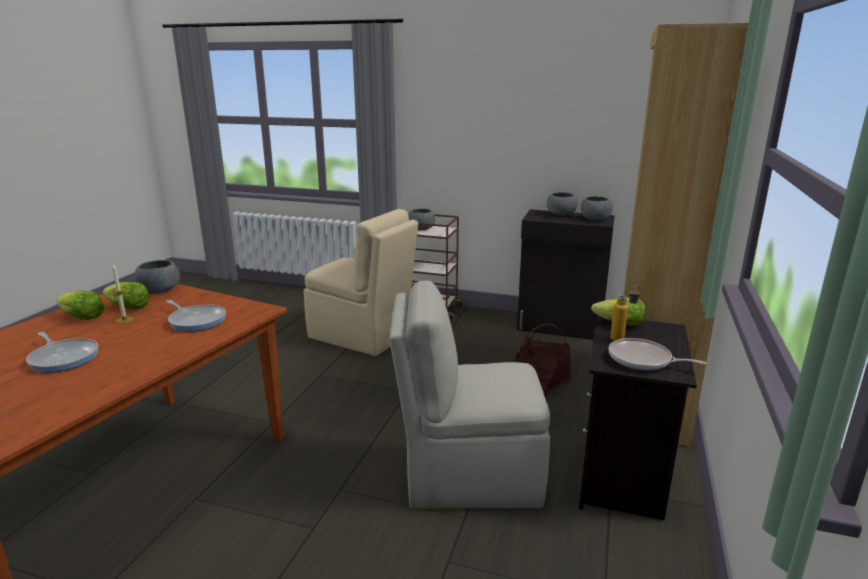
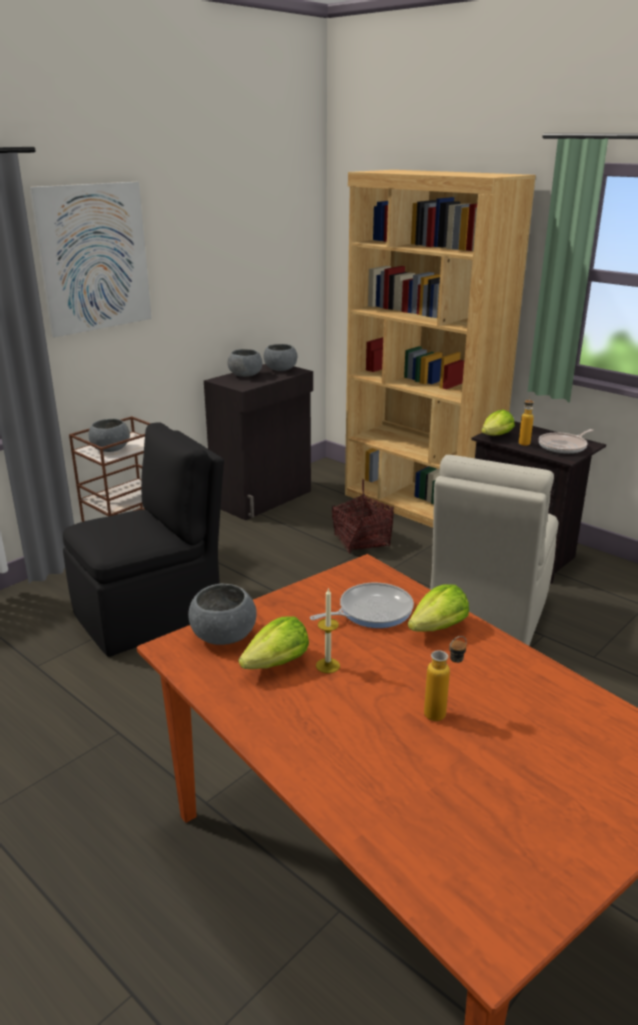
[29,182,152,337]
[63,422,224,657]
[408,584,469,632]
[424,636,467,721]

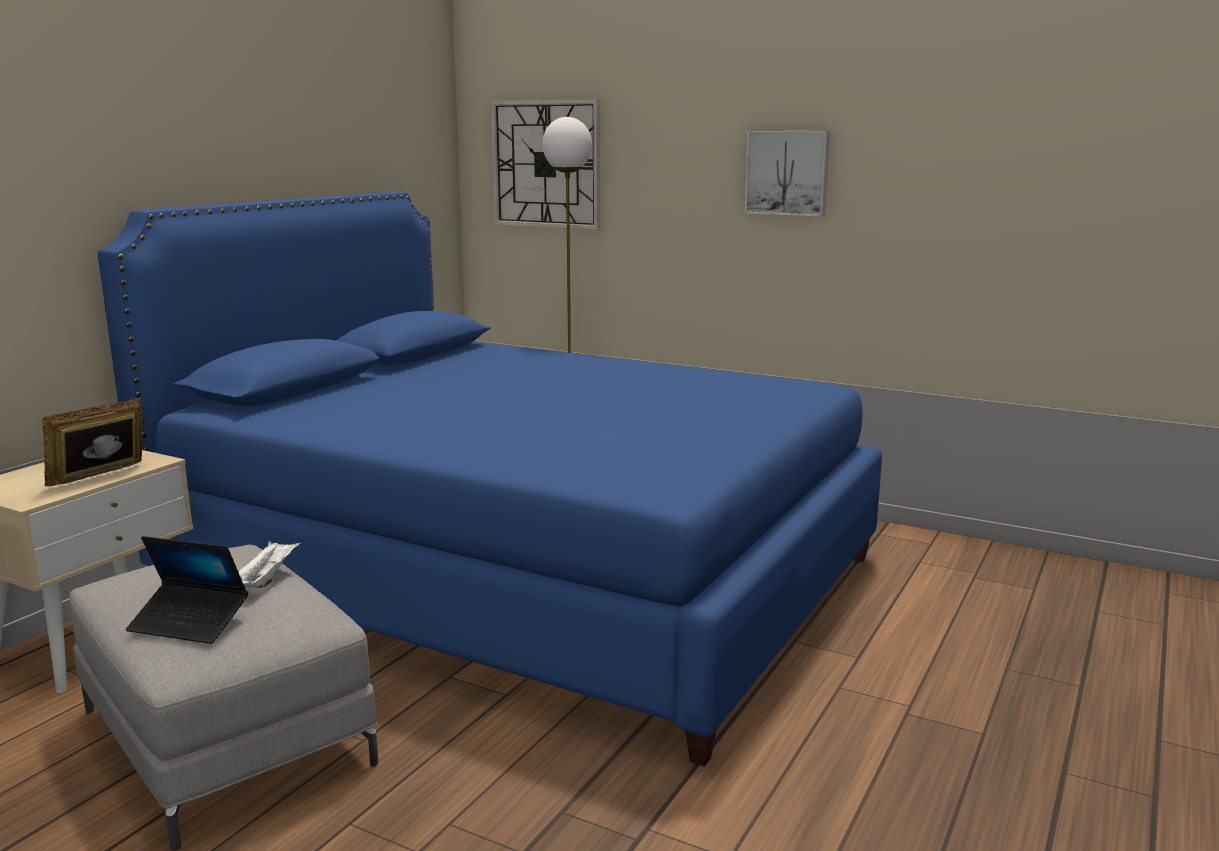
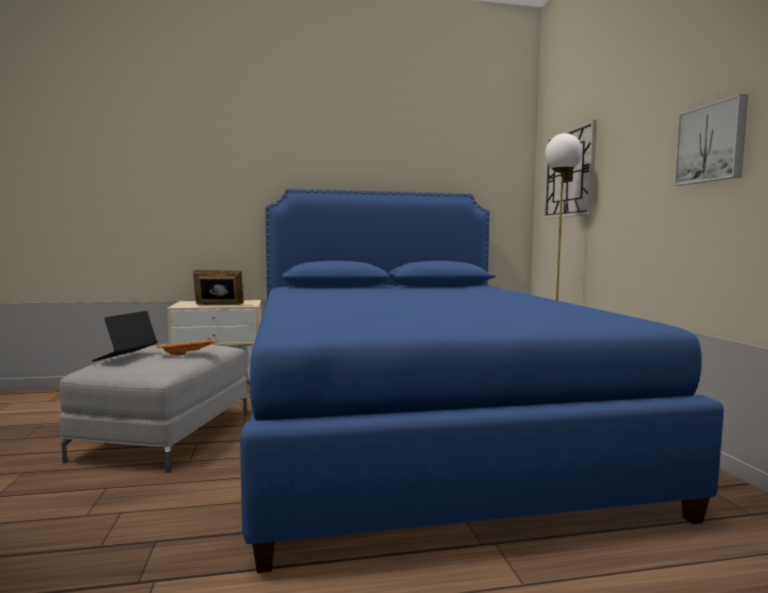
[92,311,157,361]
[156,338,217,355]

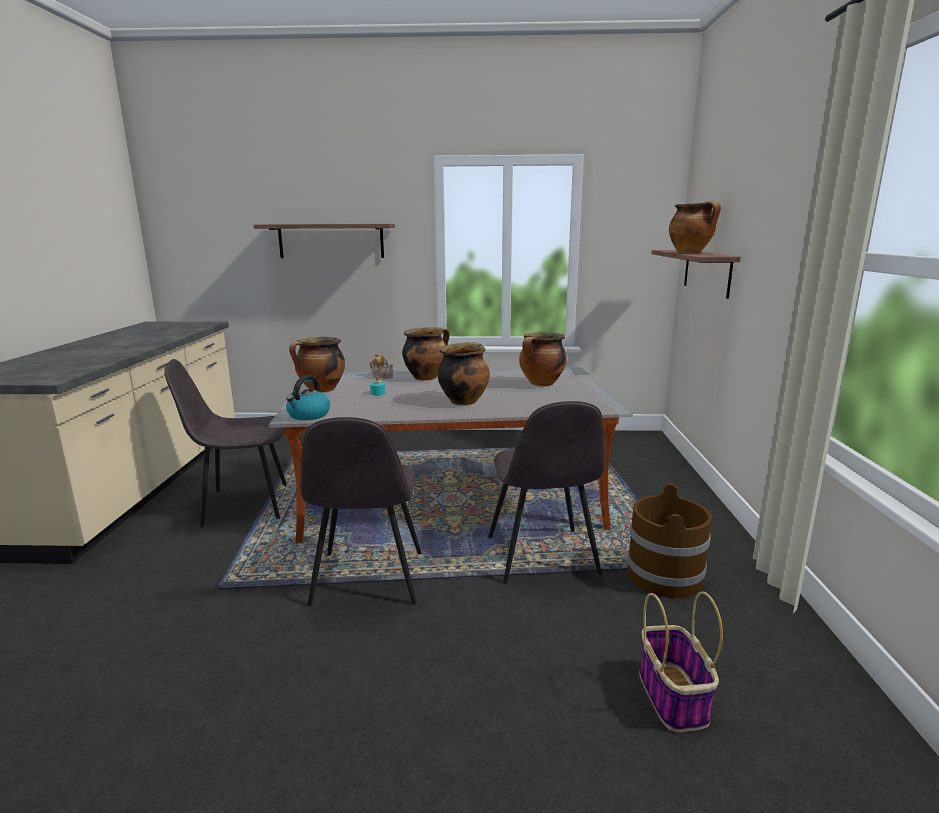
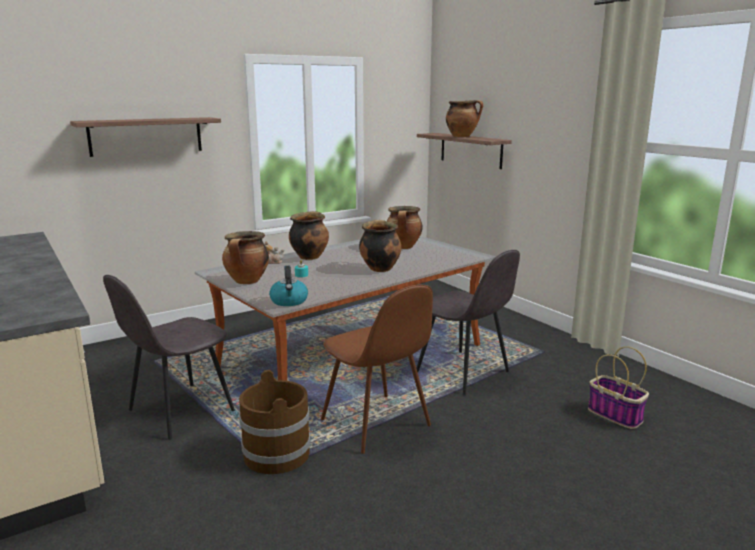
[239,370,310,474]
[321,285,433,454]

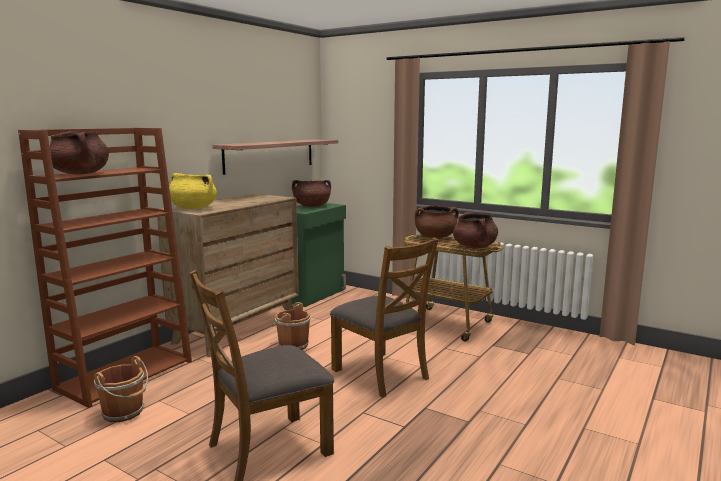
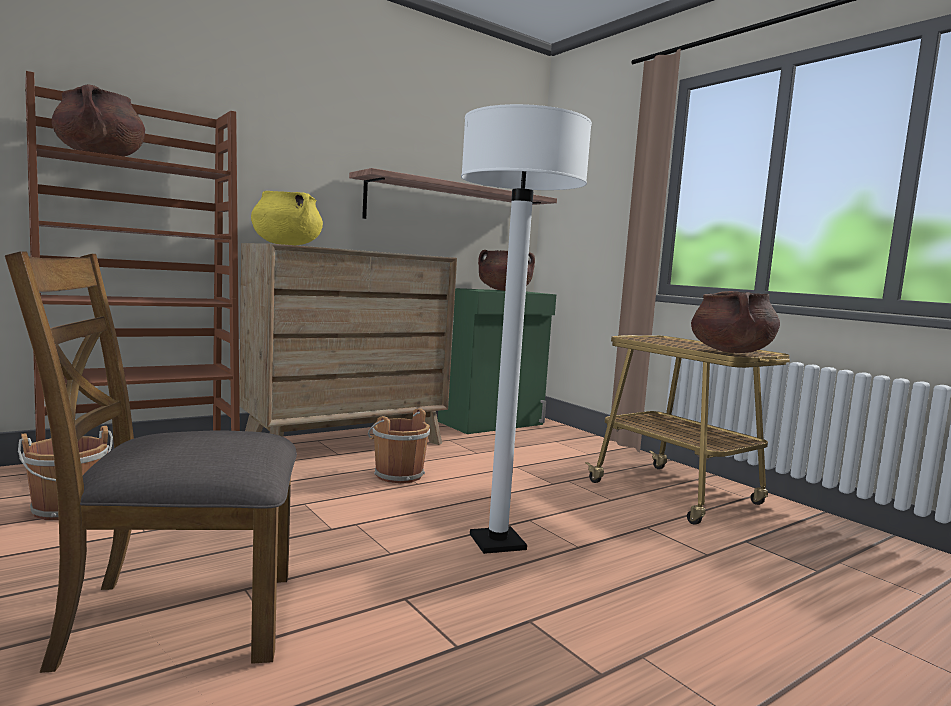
[461,104,592,554]
[415,205,459,238] (first image)

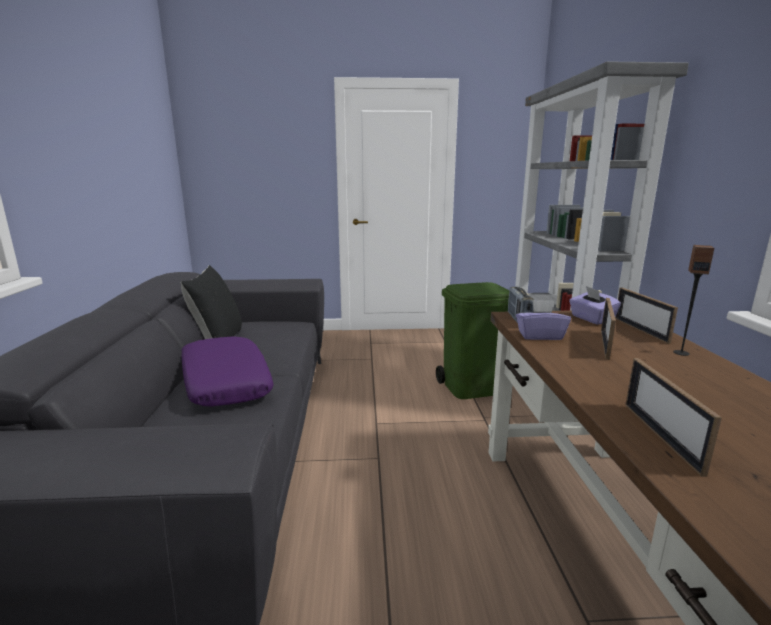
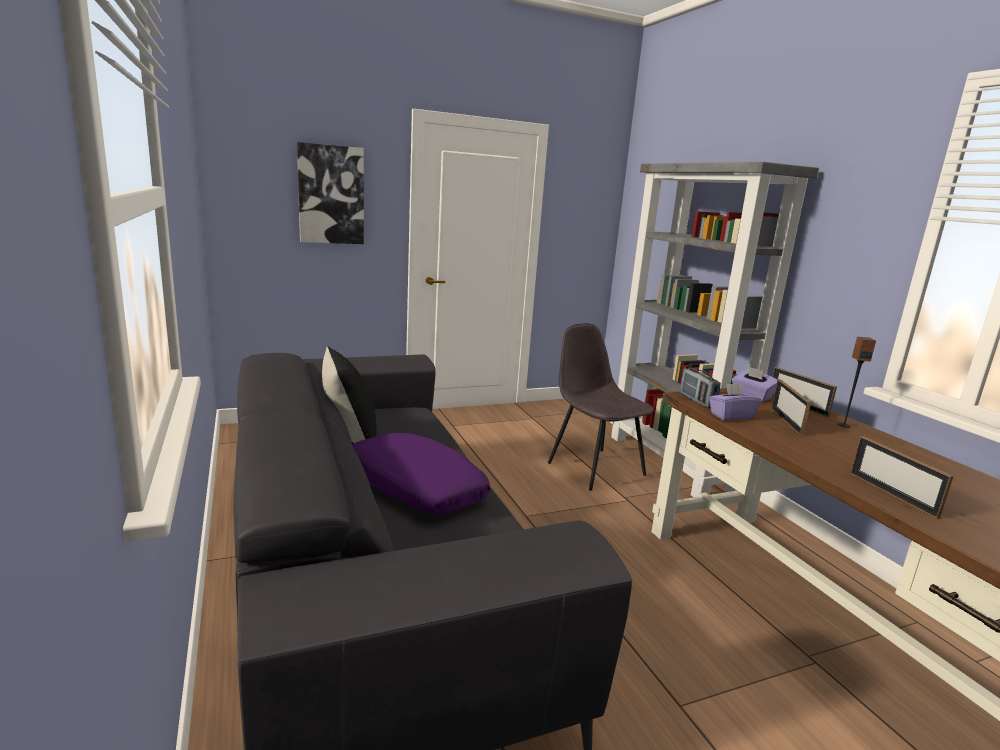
[297,142,364,244]
[548,323,654,491]

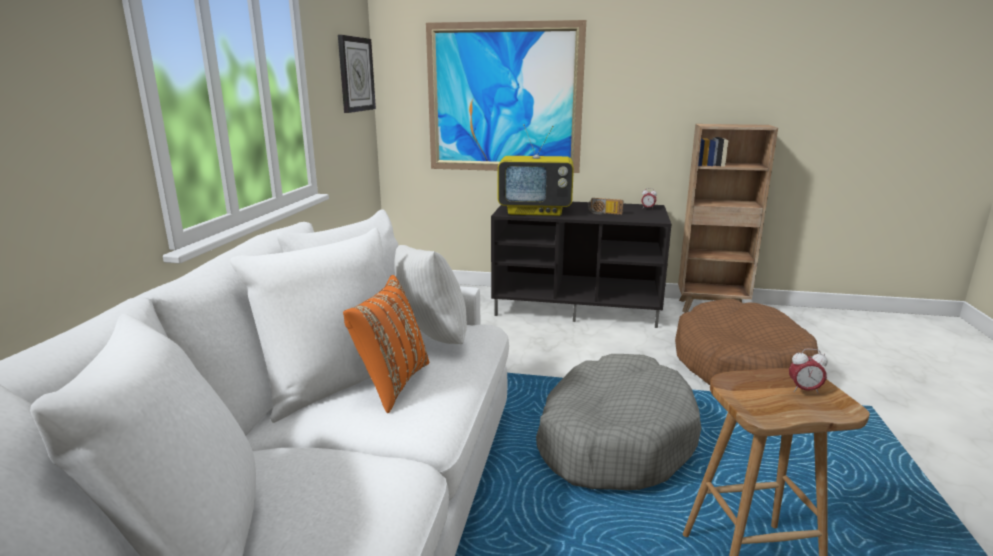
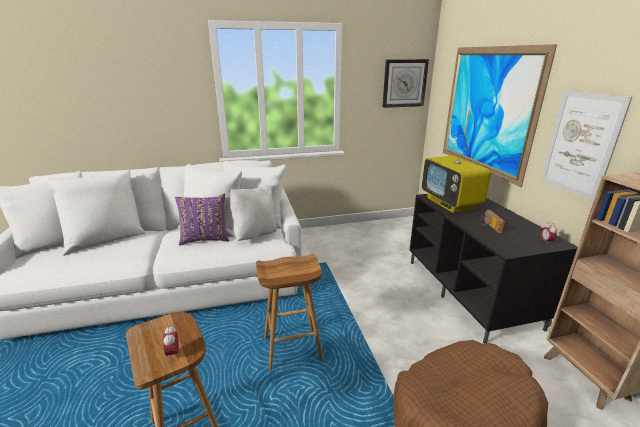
[175,194,229,245]
[256,254,323,371]
[540,90,632,201]

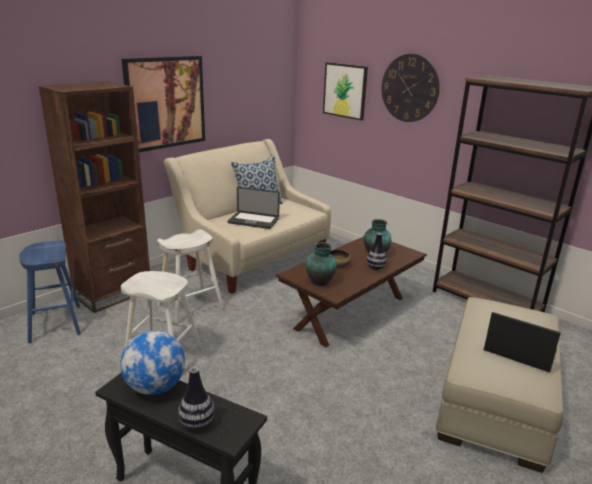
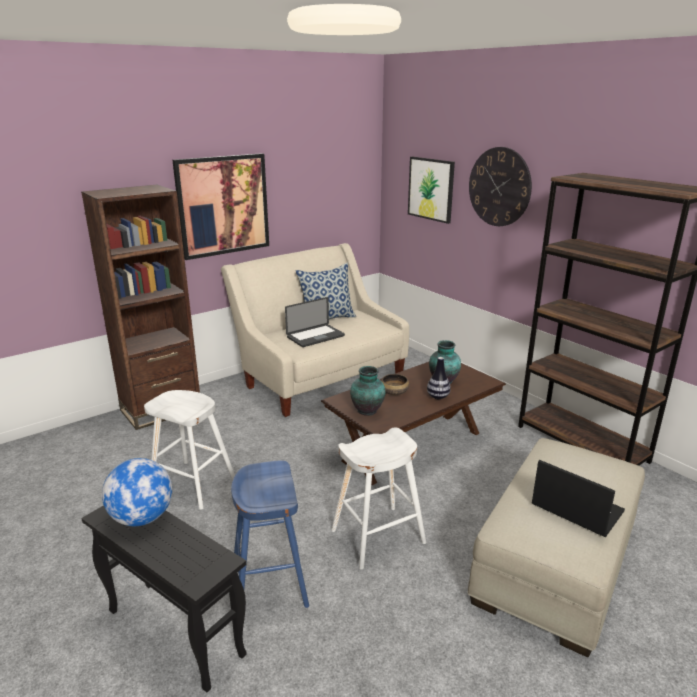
[231,460,309,608]
[285,297,345,347]
[331,427,427,570]
[178,367,215,429] (first image)

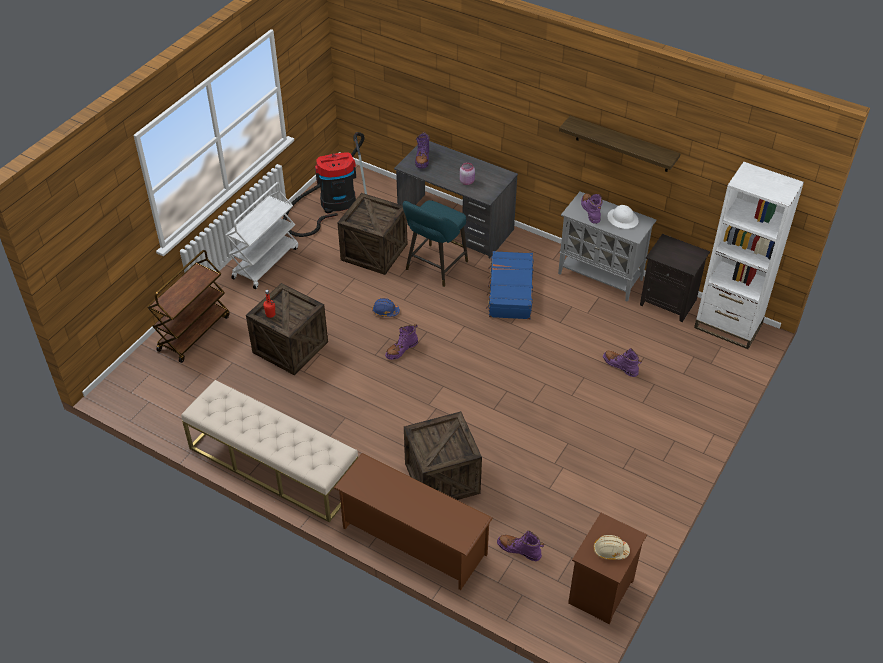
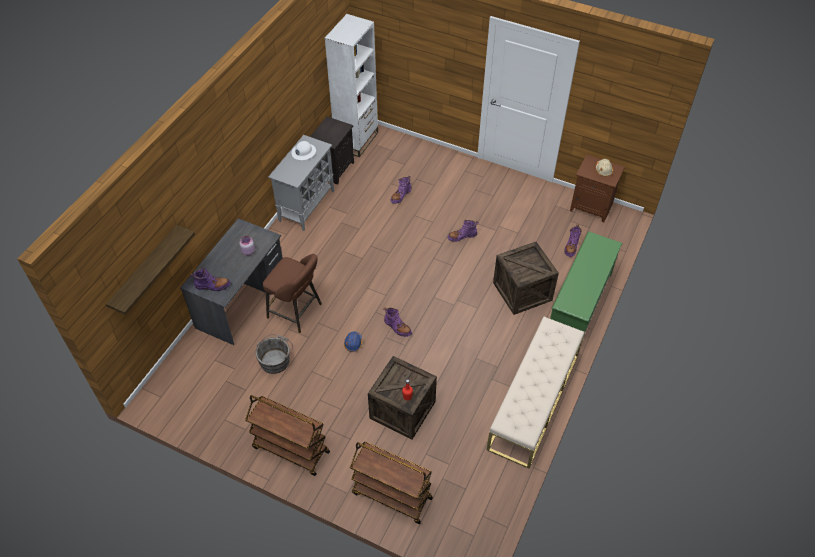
[106,225,195,315]
[245,395,330,476]
[255,334,293,374]
[263,254,322,333]
[447,220,479,242]
[550,231,622,345]
[283,132,367,237] (first image)
[486,251,534,319] (first image)

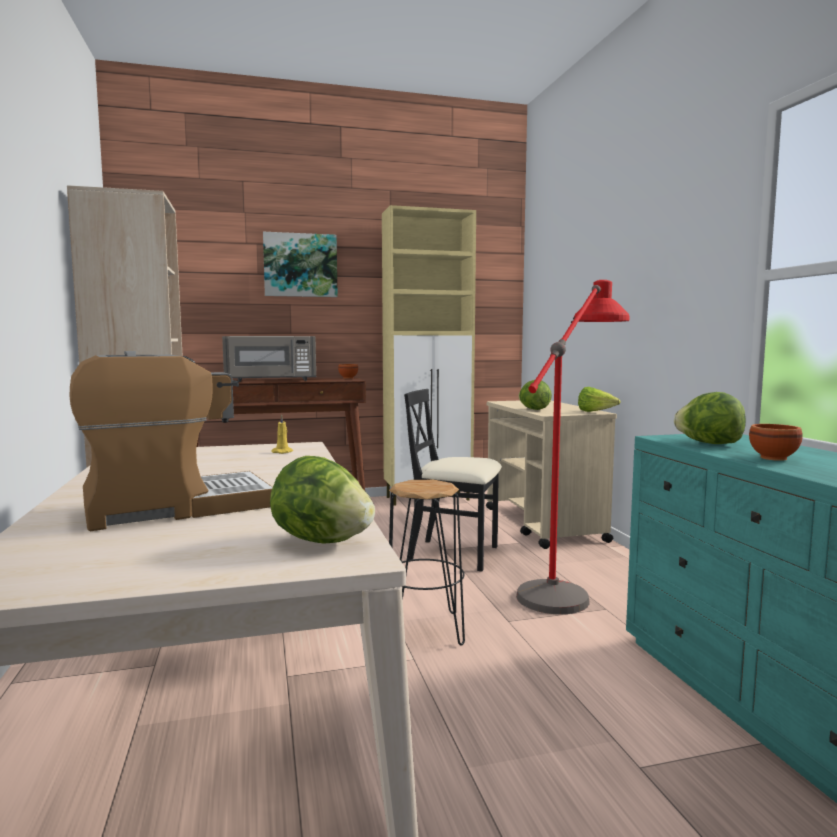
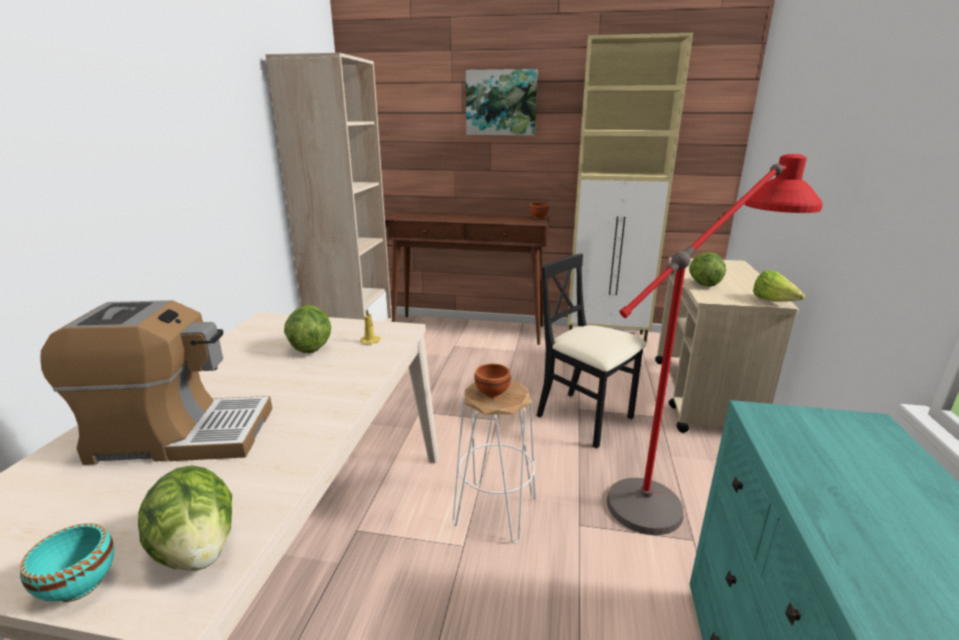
[20,523,114,602]
[284,305,331,353]
[453,381,536,543]
[474,364,511,398]
[222,336,316,382] (first image)

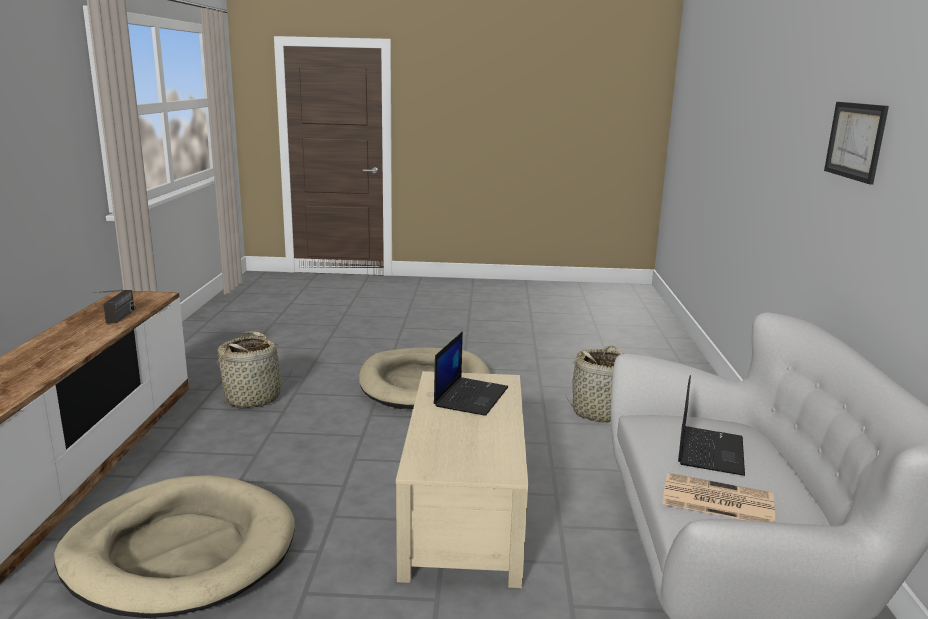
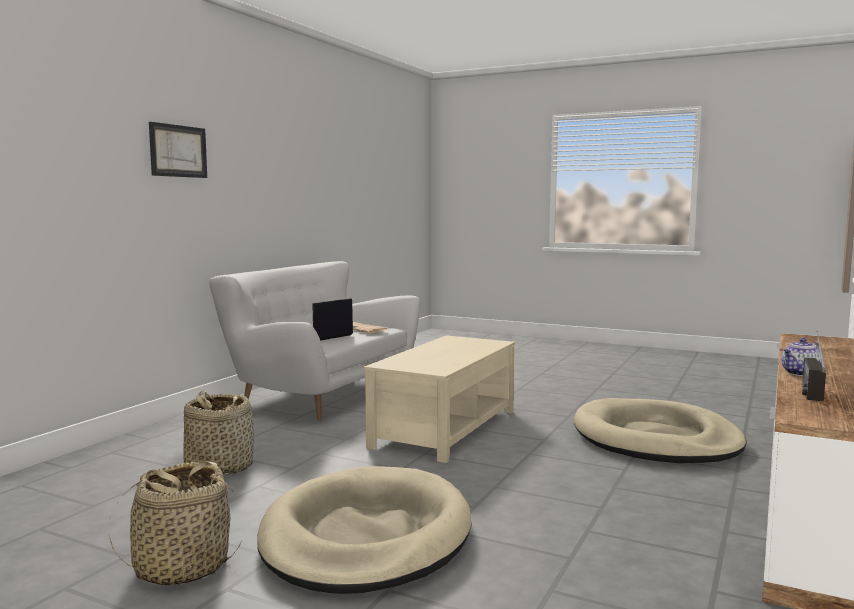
[109,461,241,586]
[781,338,822,376]
[434,332,508,416] (first image)

